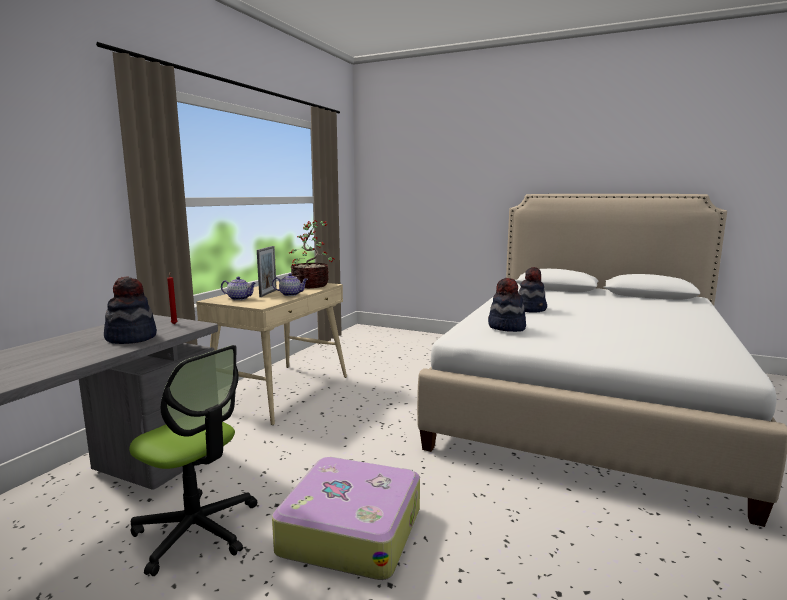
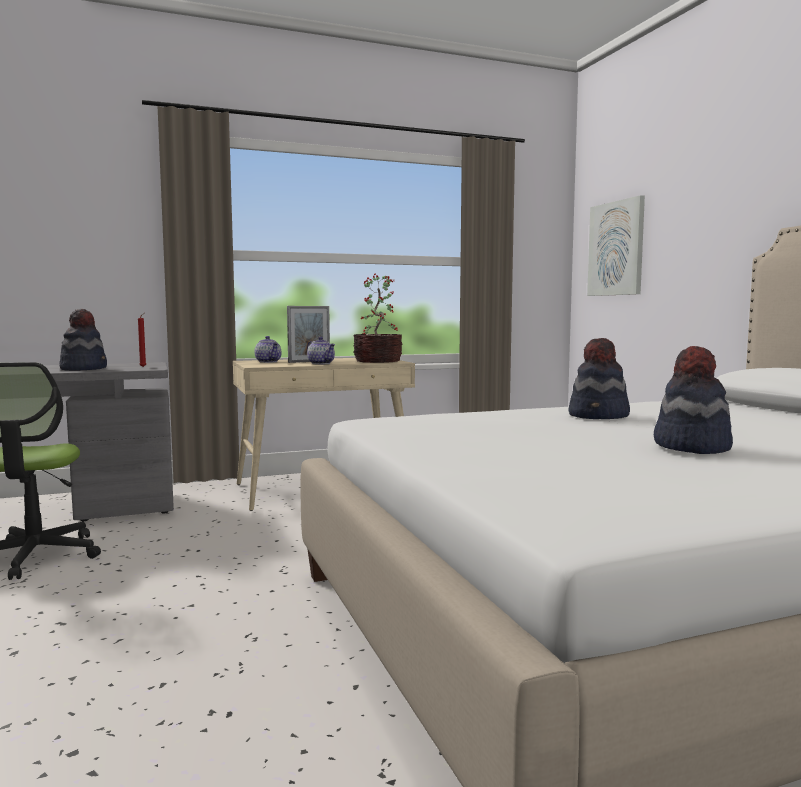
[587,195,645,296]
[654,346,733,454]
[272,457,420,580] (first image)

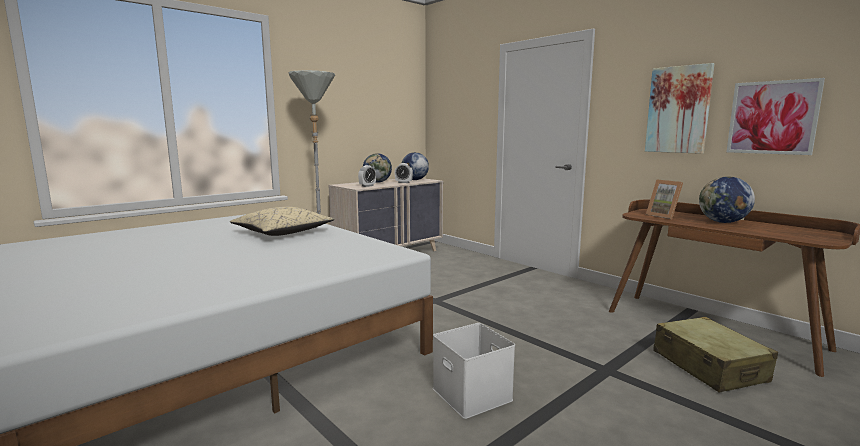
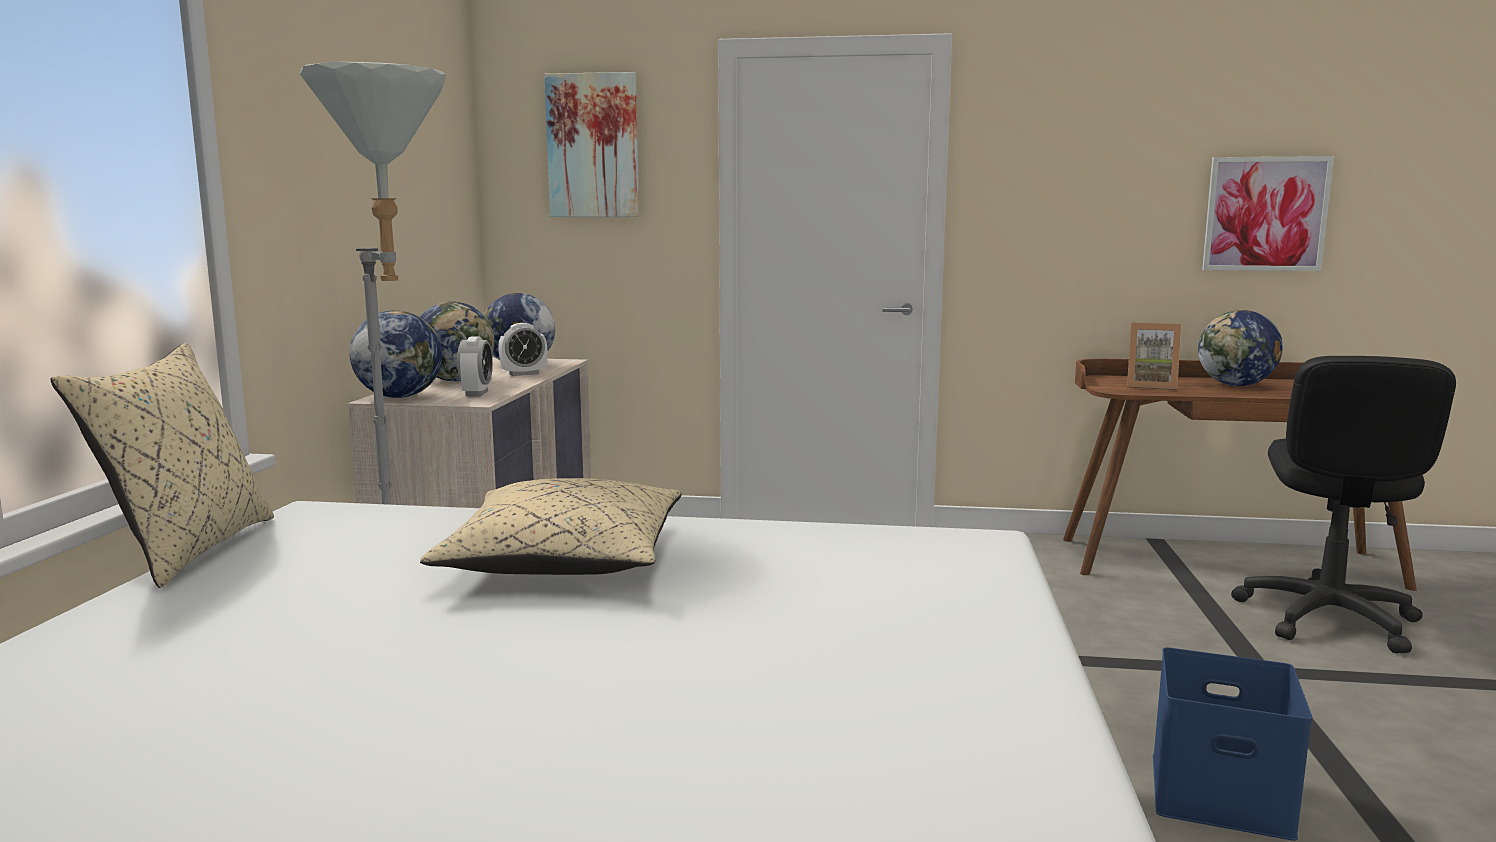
[50,342,274,588]
[349,310,442,398]
[544,72,639,217]
[1153,647,1312,841]
[1231,356,1456,654]

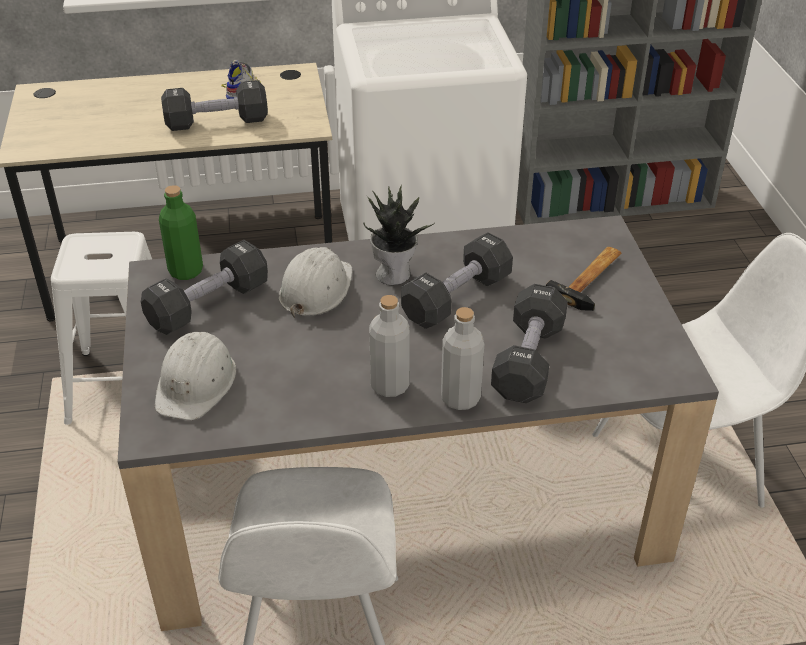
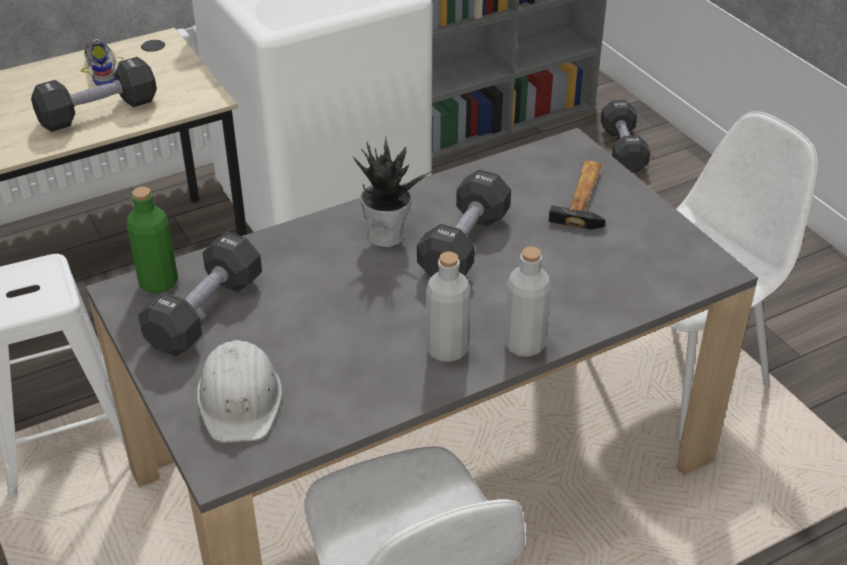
[601,100,650,172]
[279,247,353,318] (first image)

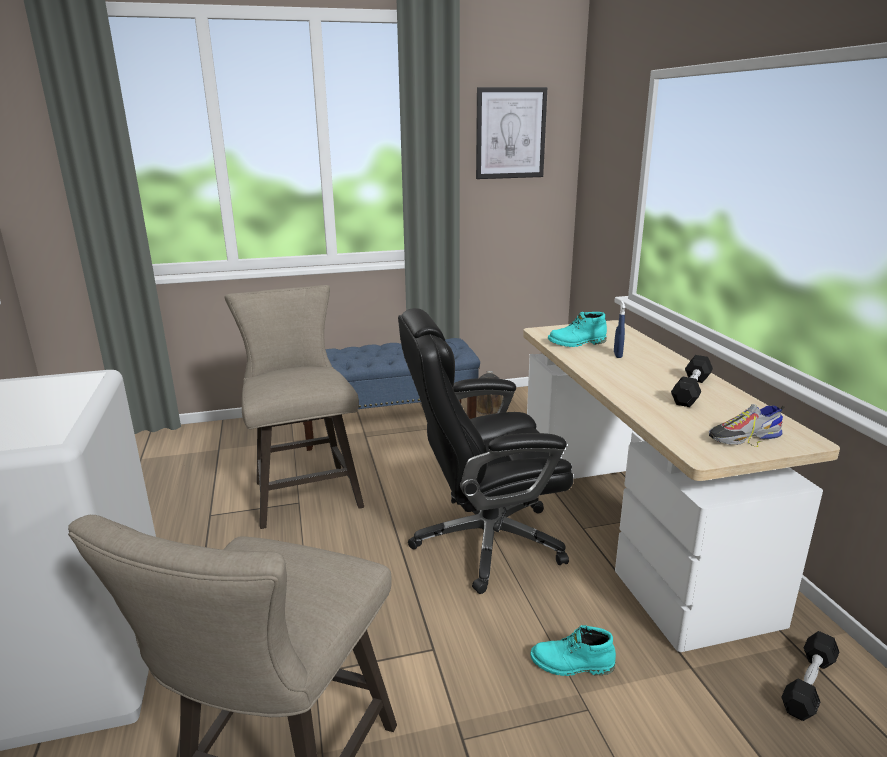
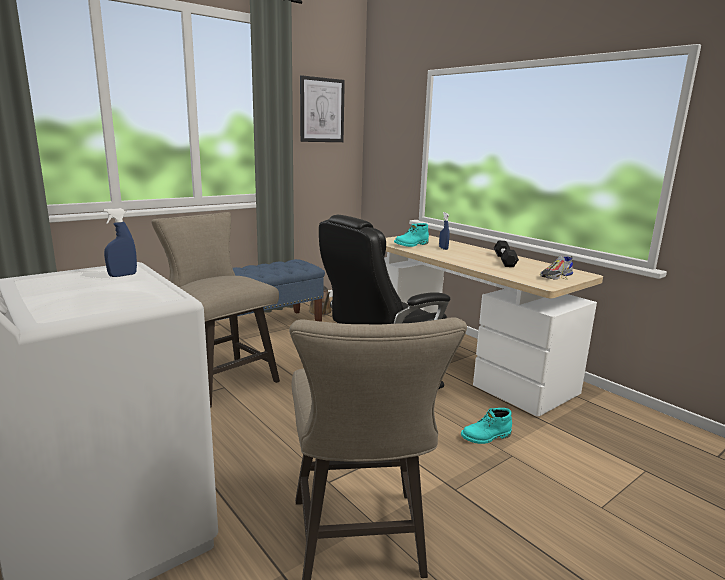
[103,208,137,277]
[781,631,839,721] (first image)

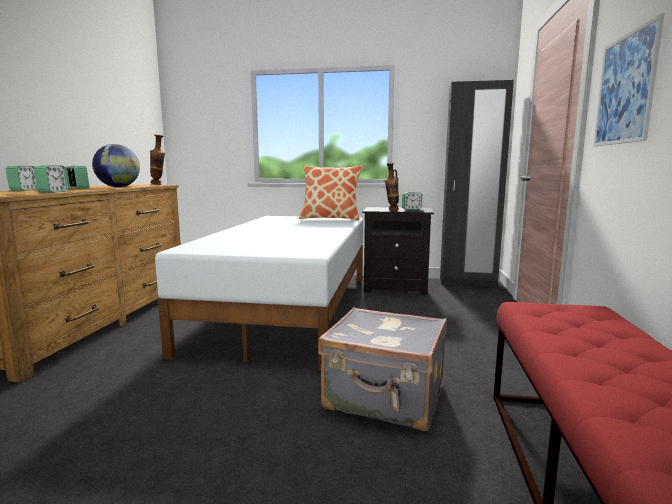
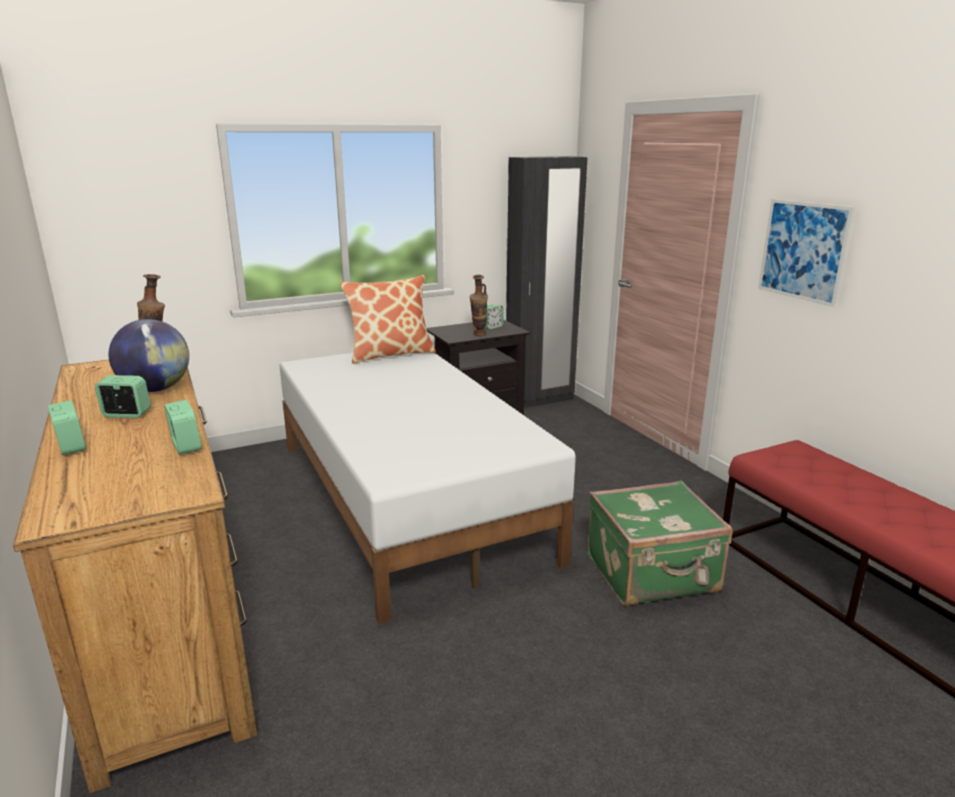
[587,480,733,606]

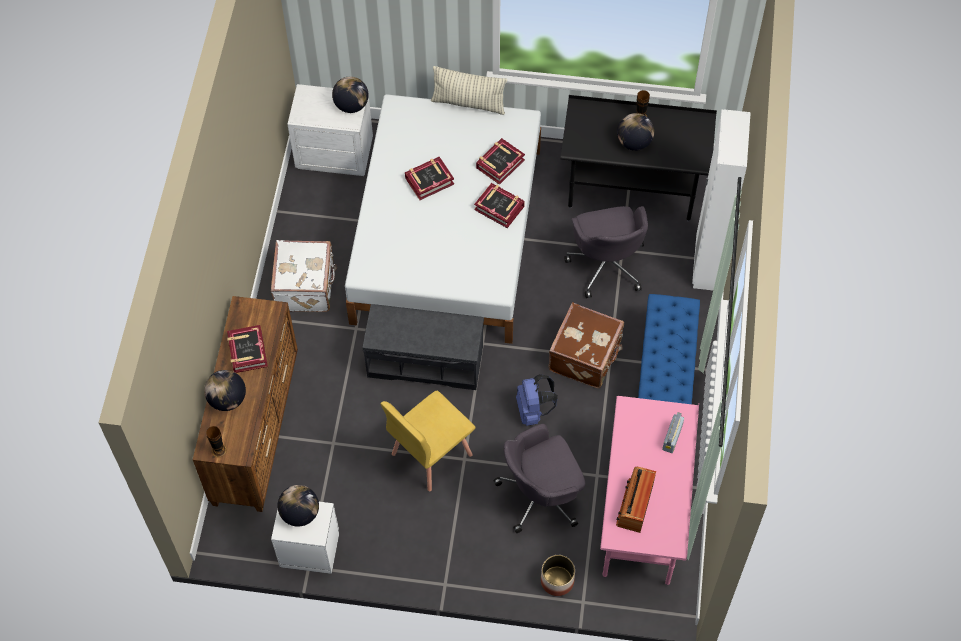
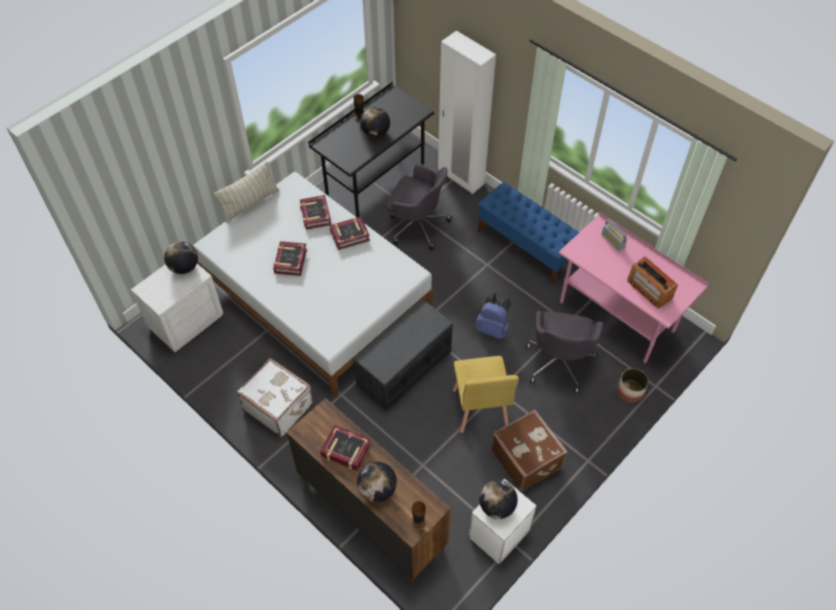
[491,410,568,491]

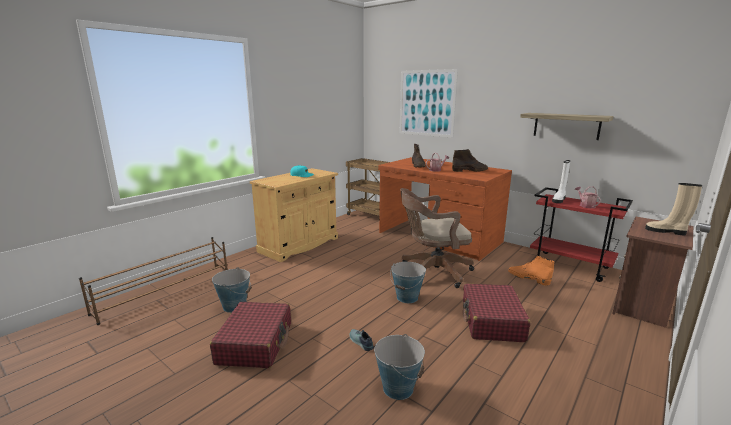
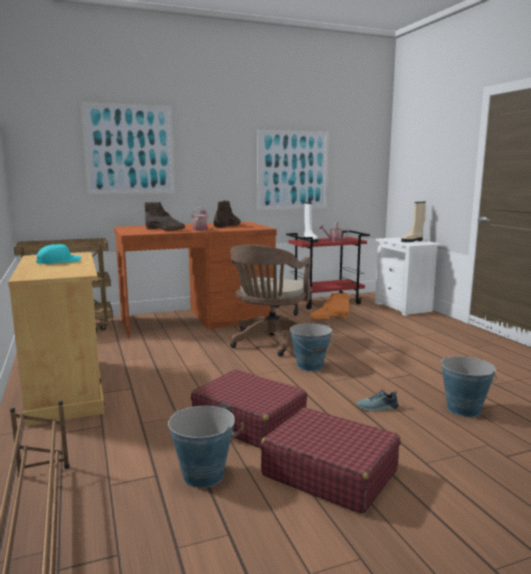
[191,369,307,448]
[257,130,329,210]
[375,237,443,316]

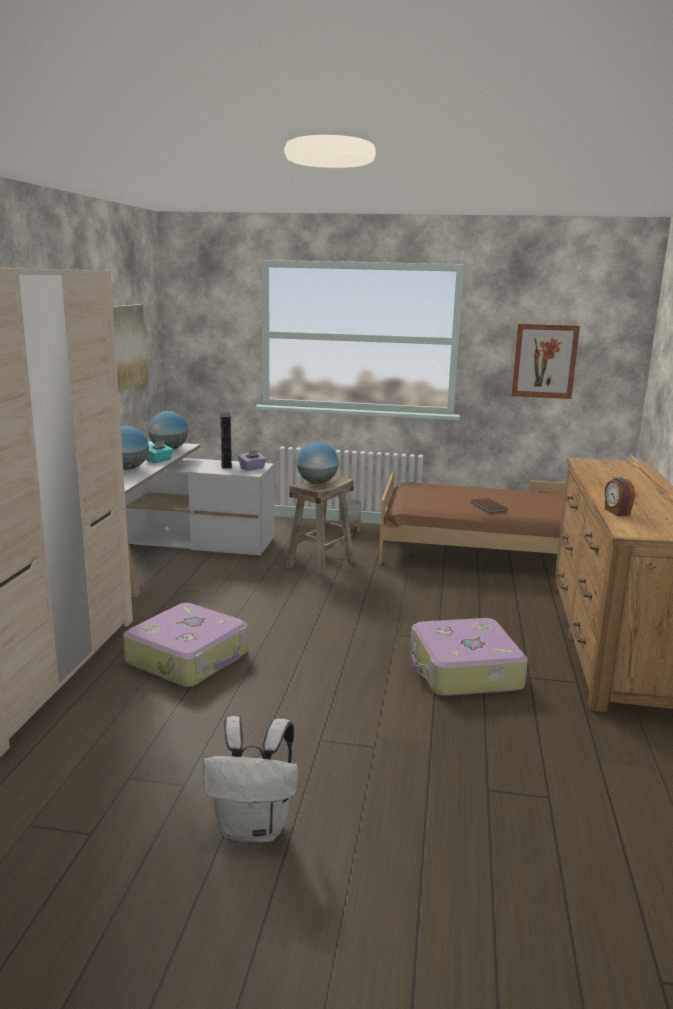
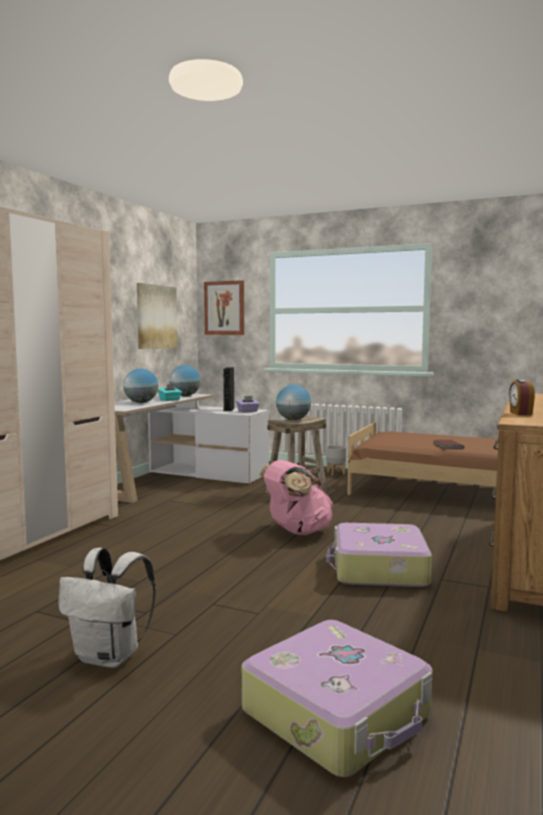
[204,280,244,335]
[242,620,432,777]
[259,460,333,535]

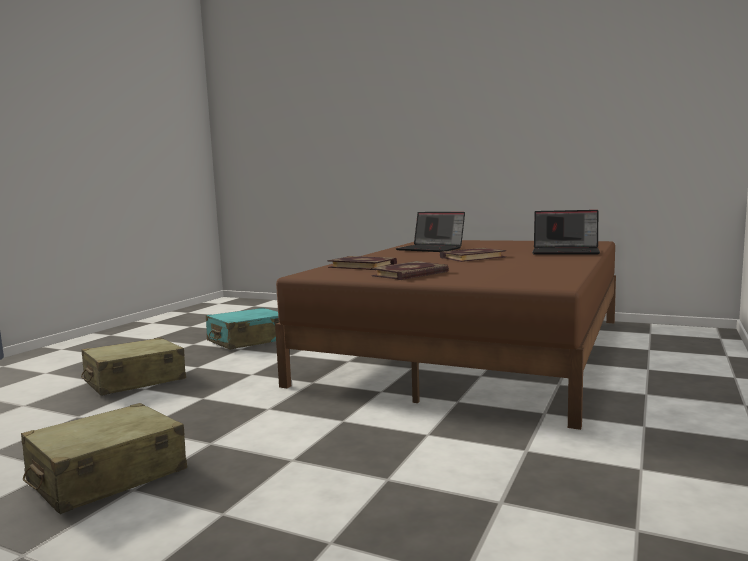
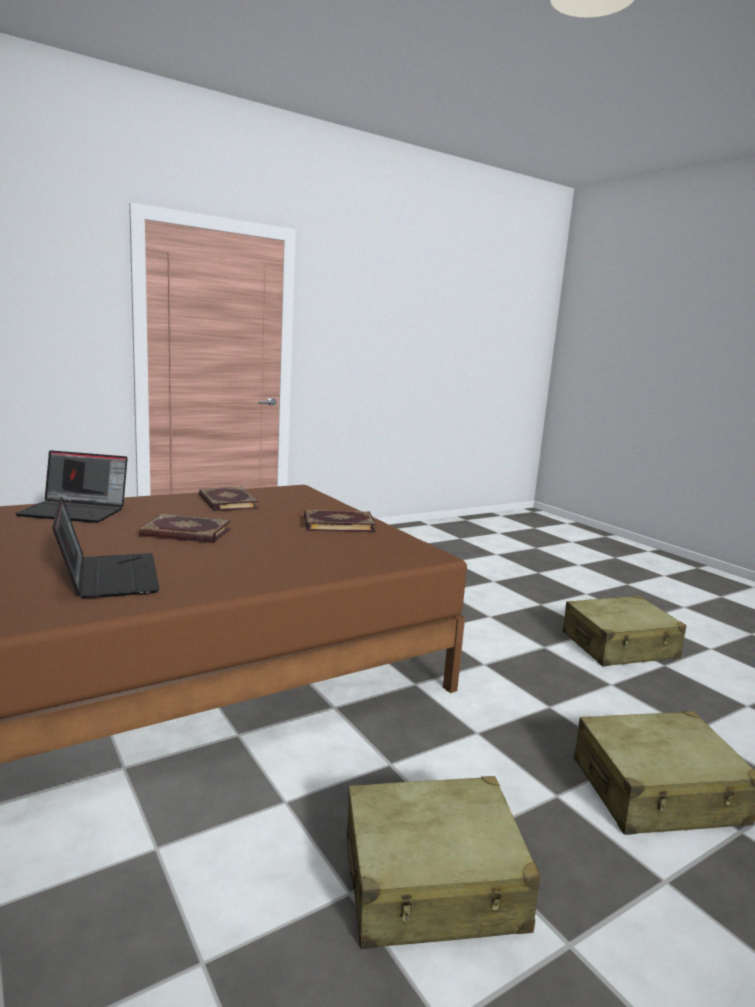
[15,450,128,523]
[199,487,259,511]
[347,776,540,949]

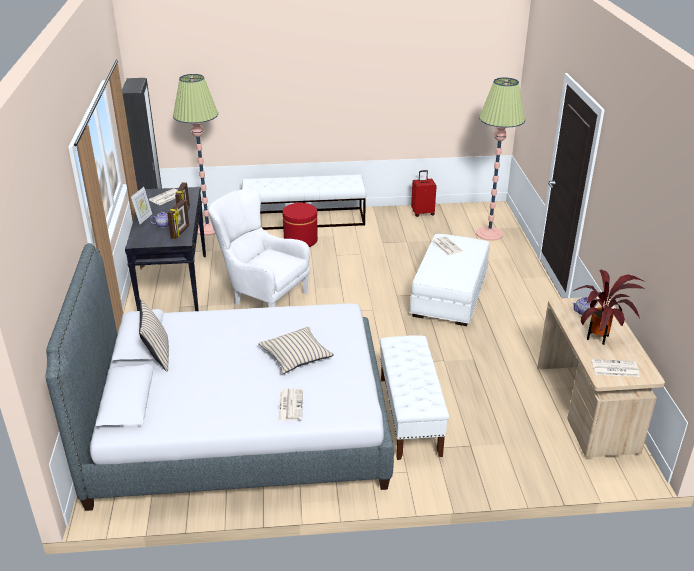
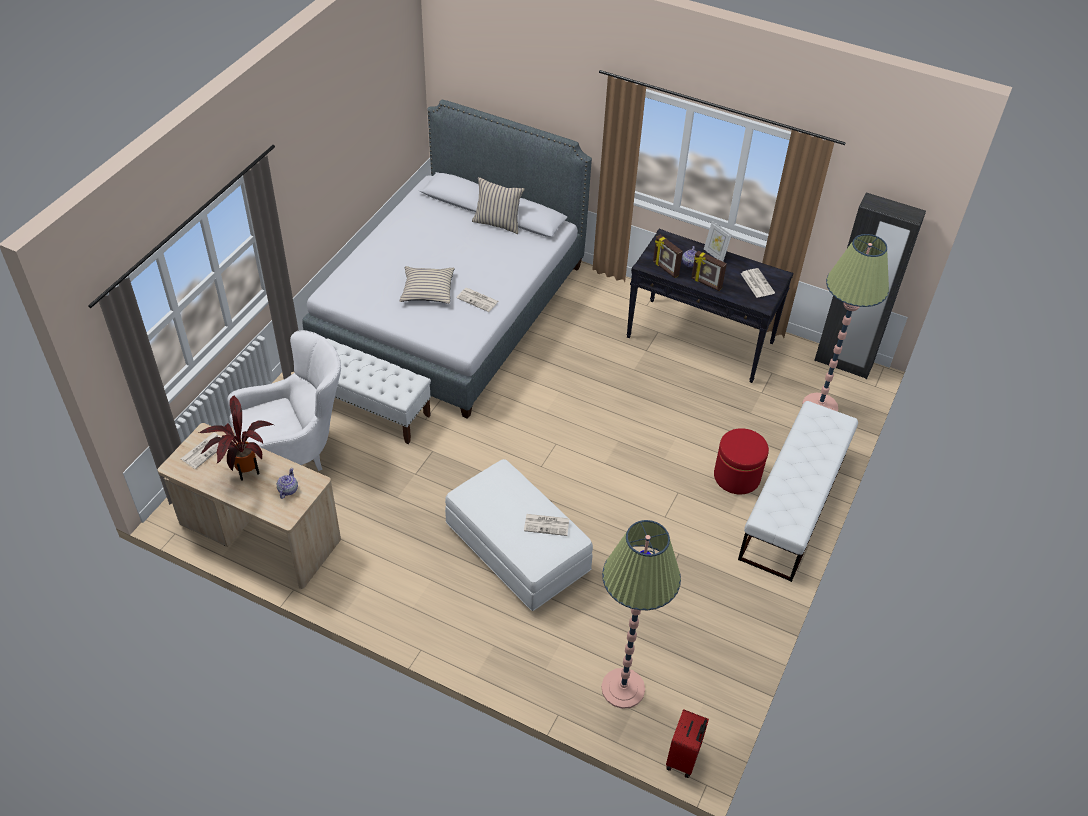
[227,330,341,471]
[456,288,499,312]
[666,709,709,778]

